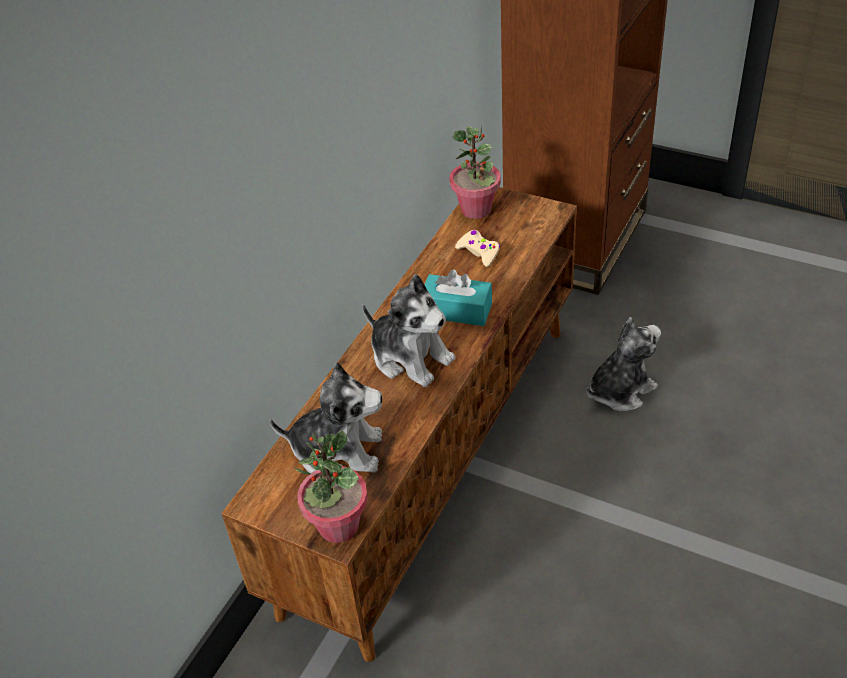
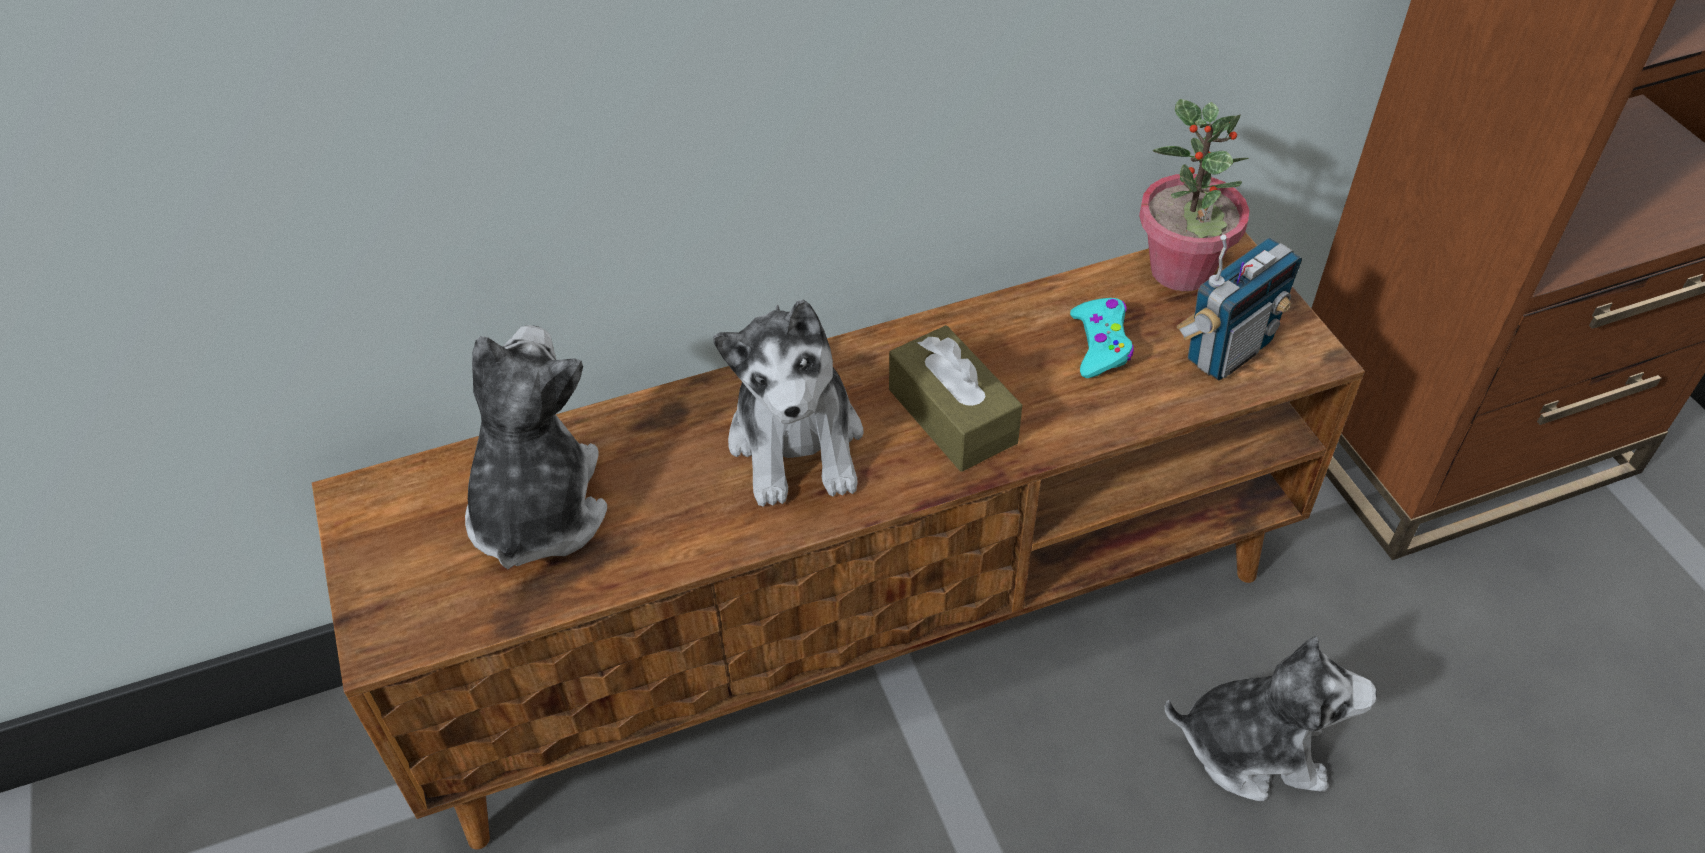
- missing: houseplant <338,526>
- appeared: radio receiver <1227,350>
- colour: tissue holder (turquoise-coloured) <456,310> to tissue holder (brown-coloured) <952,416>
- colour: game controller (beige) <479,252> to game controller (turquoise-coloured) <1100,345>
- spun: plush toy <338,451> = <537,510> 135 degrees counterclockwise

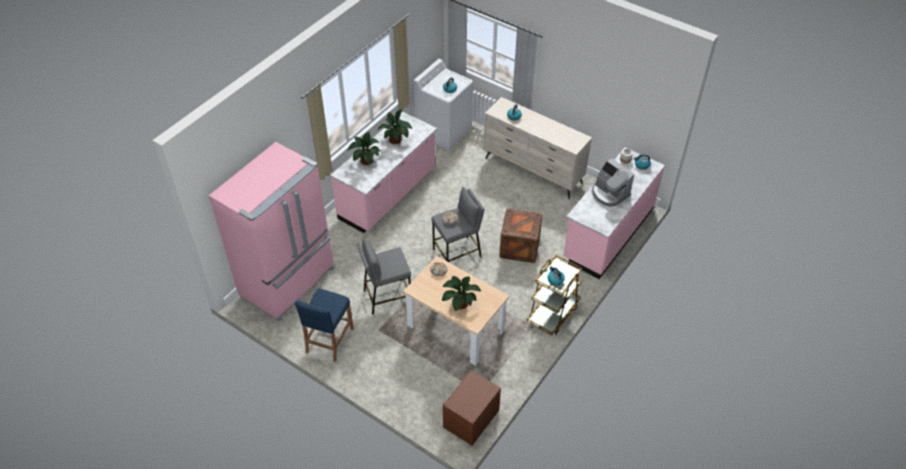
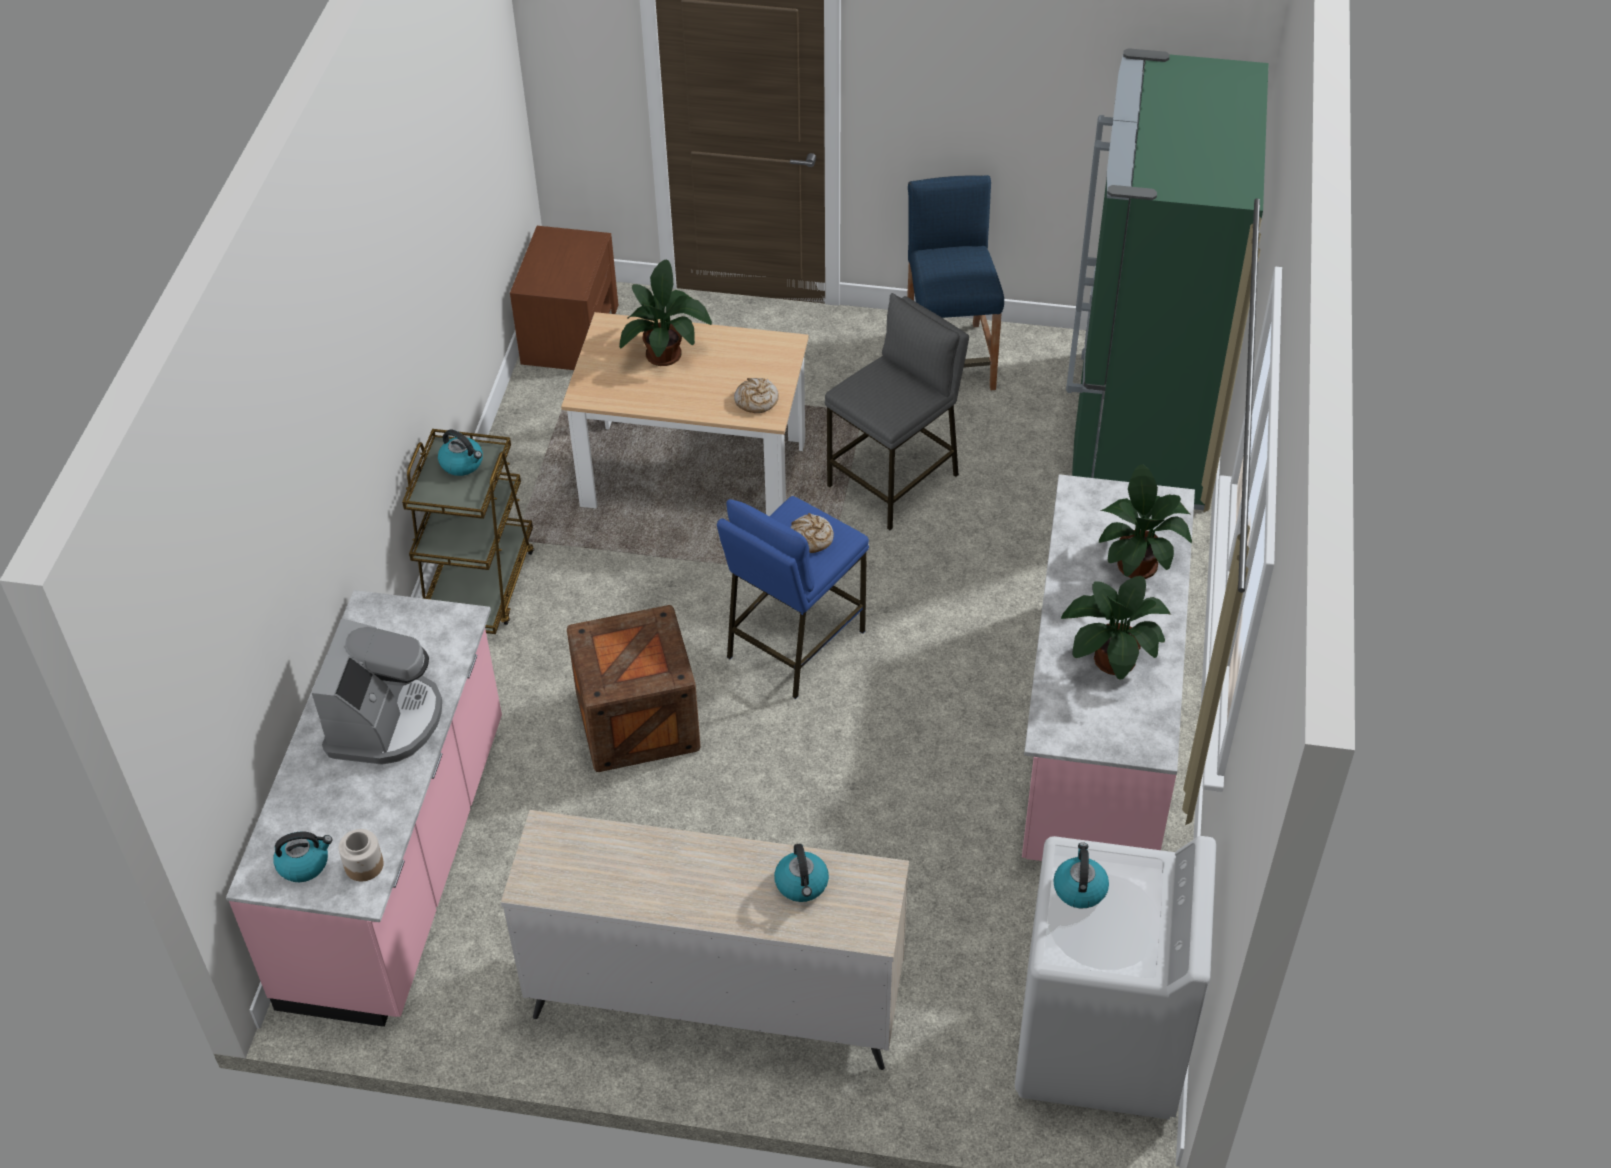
- colour: refrigerator (pink-coloured) <289,282> to refrigerator (greenish) <1137,430>
- colour: stool seat (grey) <457,253> to stool seat (blue-coloured) <794,643>
- spun: coffee machine <609,193> = <385,721> 75 degrees clockwise

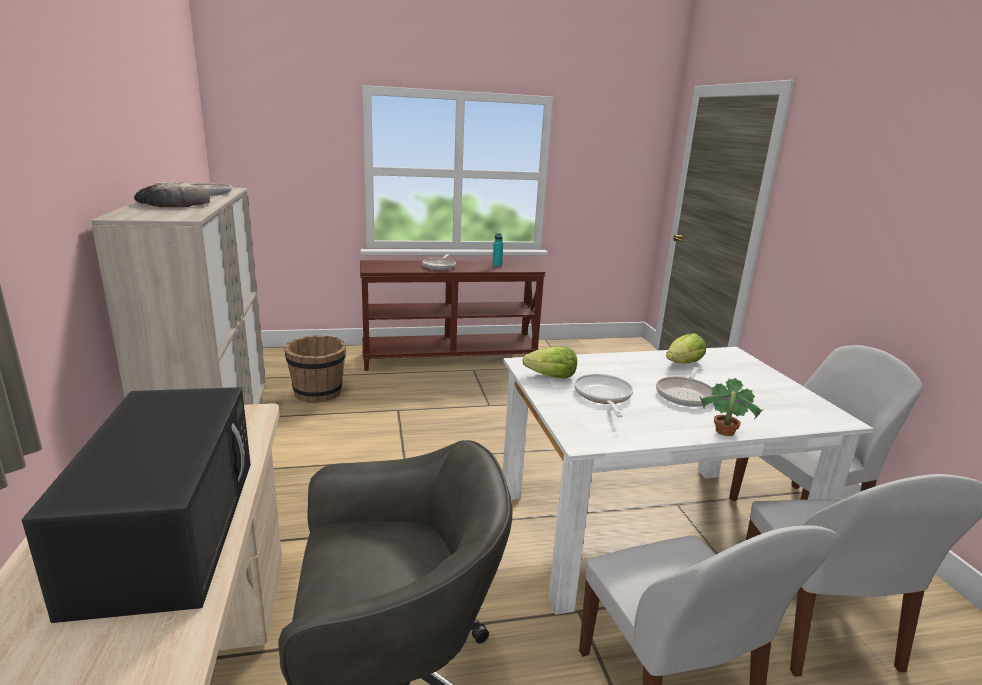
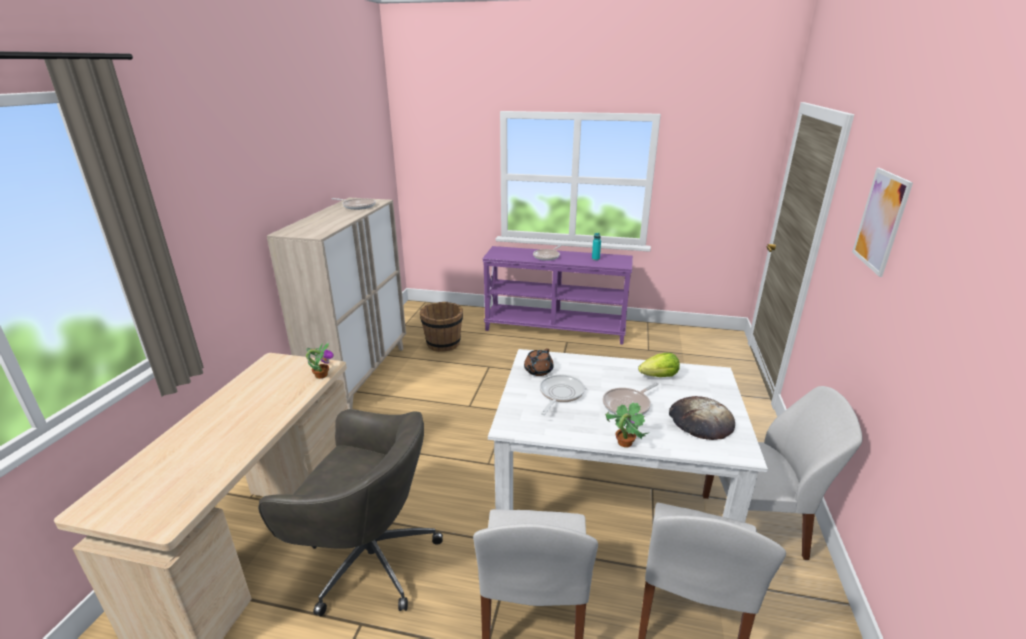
- missing: microwave oven (blackish) <169,526>
- appeared: houseplant <321,375>
- appeared: wall picture <880,221>
- relocated: baked bread <173,204> to <700,421>
- exchanged: lettuce <552,377> to tea pot (brown-coloured) <538,371>
- colour: hall table (brown-coloured) <450,358> to hall table (purplish) <555,328>

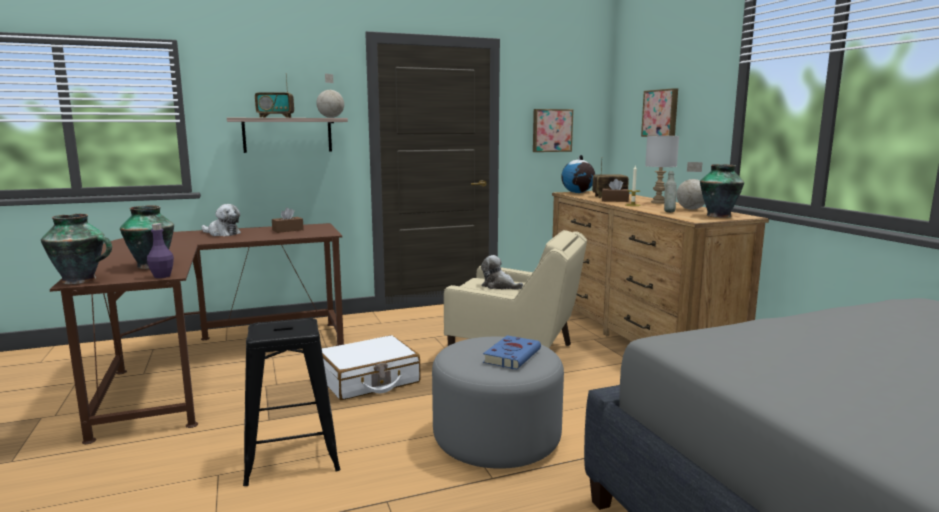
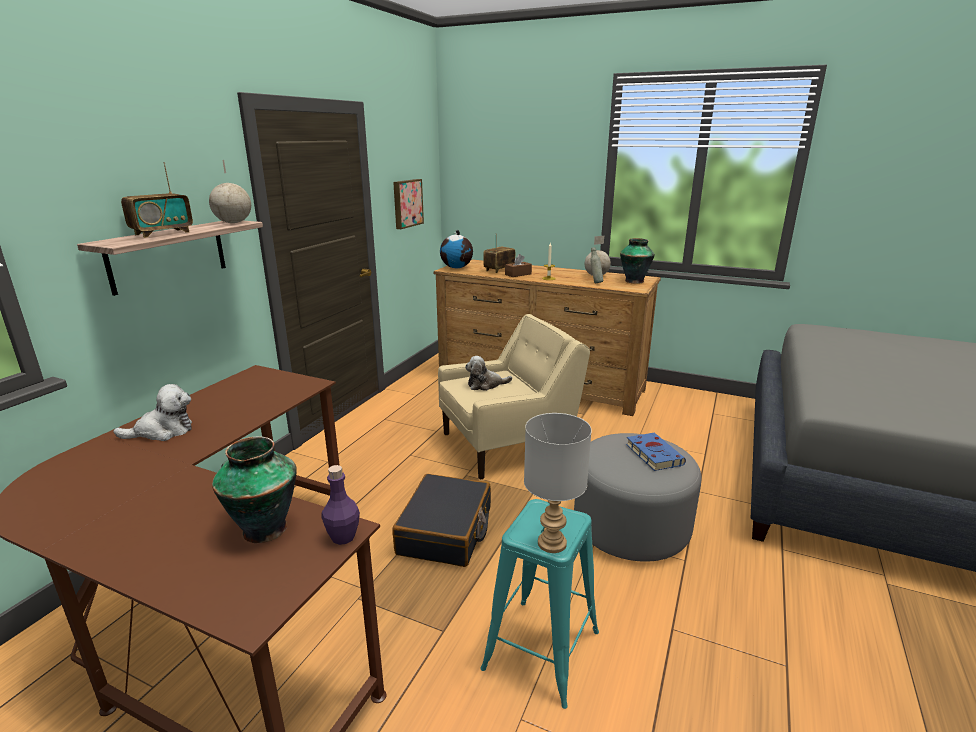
- missing: vase <81,280>
- missing: tissue holder (brown-coloured) <288,230>
- missing: wall picture <661,113>
- relocated: table lamp (grey) <658,202> to <551,542>
- colour: stool seat (blackish) <293,457> to stool seat (turquoise-coloured) <542,649>
- colour: piece of luggage (white-coloured) <369,380> to piece of luggage (blackish) <446,531>

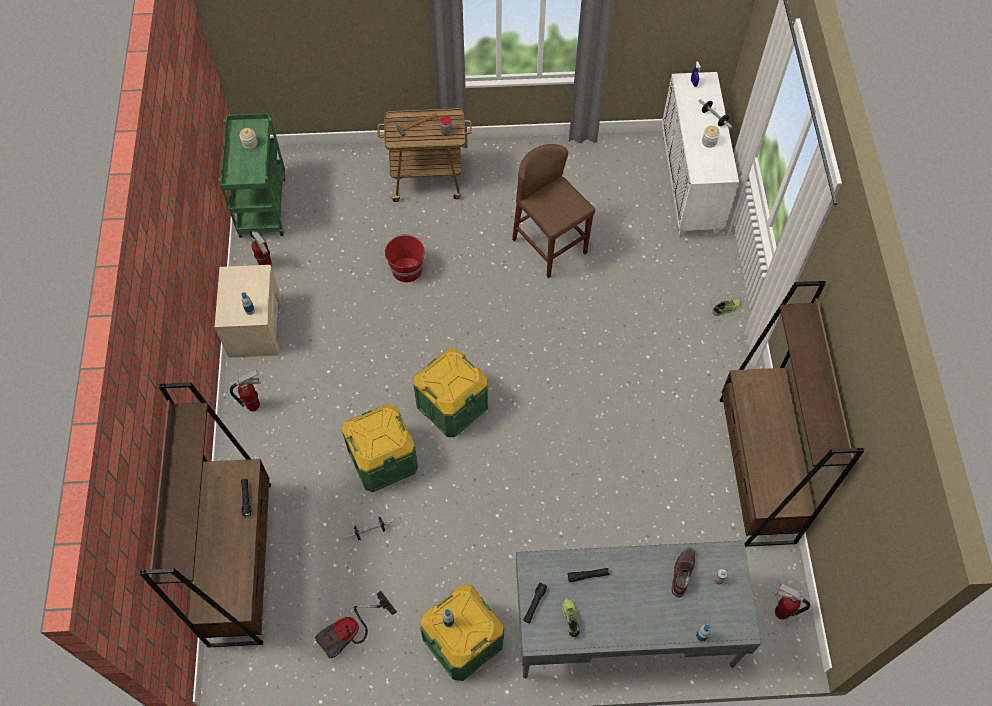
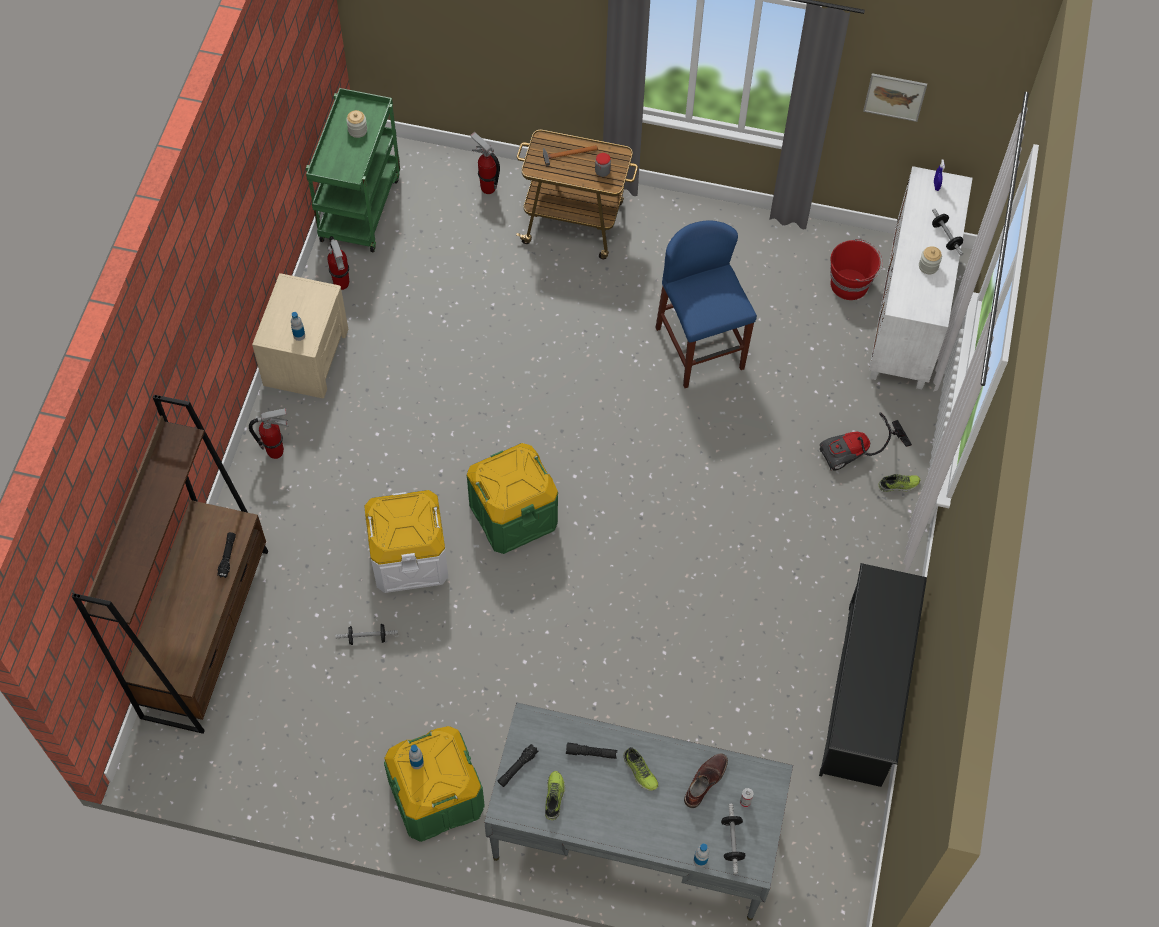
- appeared: shoe <639,771>
- appeared: free weight <732,841>
- appeared: wall picture <895,96>
- relocated: hoover <351,633> to <858,453>
- relocated: pail (red) <407,269> to <850,284>
- relocated: extinguisher <780,612> to <487,188>
- exchanged: bookshelf (brown-coloured) <756,469> to shoe shelf (blackish) <864,695>
- colour: storage box (greenish) <383,459> to storage box (white-coloured) <409,557>
- colour: stool seat (brown-coloured) <549,246> to stool seat (blue-coloured) <700,348>

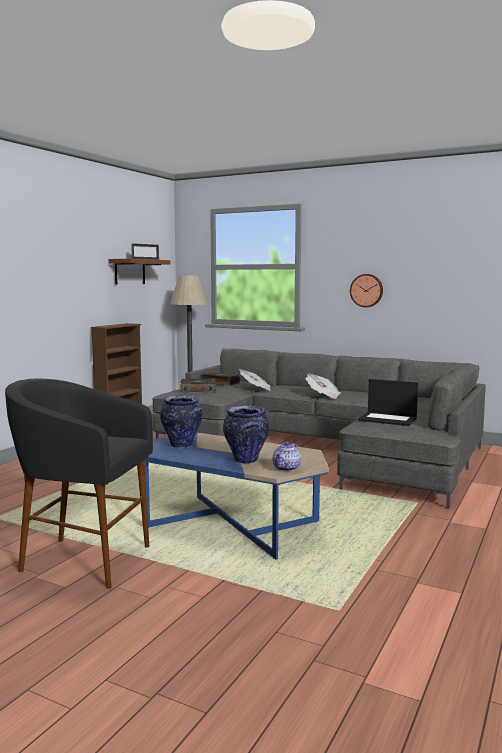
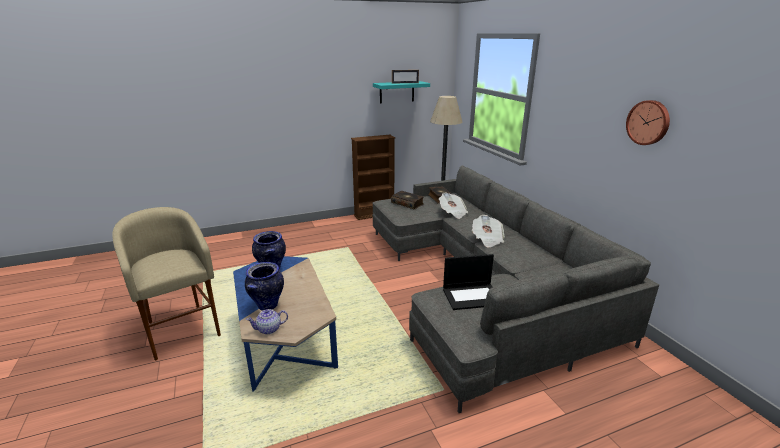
- relocated: wall clock <366,290> to <648,122>
- colour: stool seat (blackish) <84,560> to stool seat (beige) <181,329>
- colour: bracket shelf (brown-coloured) <130,272> to bracket shelf (turquoise-coloured) <397,92>
- spun: notebook computer <388,419> = <472,296> 75 degrees counterclockwise

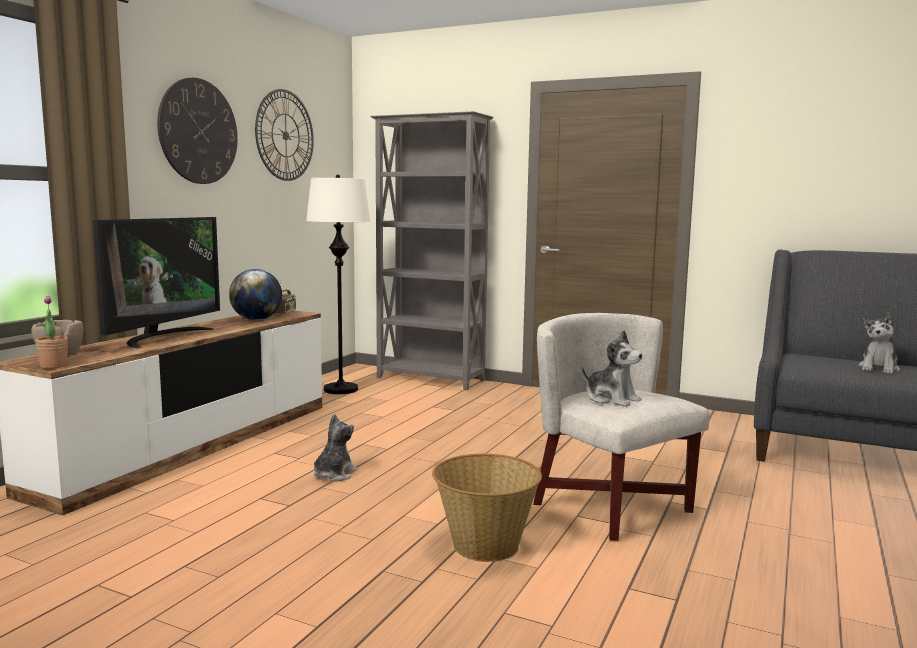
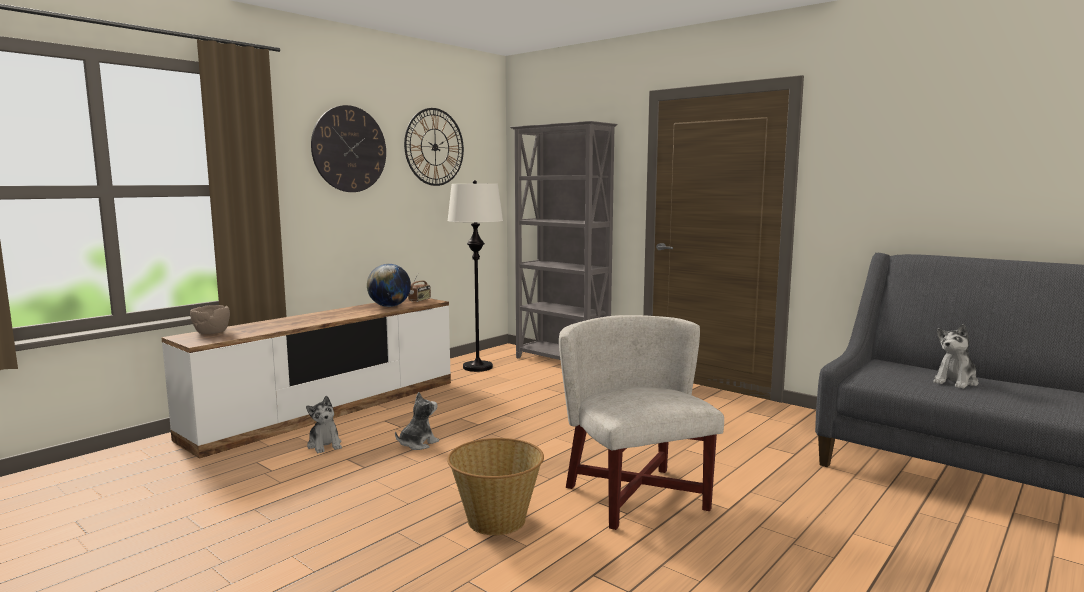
- missing: houseplant <54,366>
- missing: TV set <161,337>
- relocated: plush toy <611,399> to <325,445>

